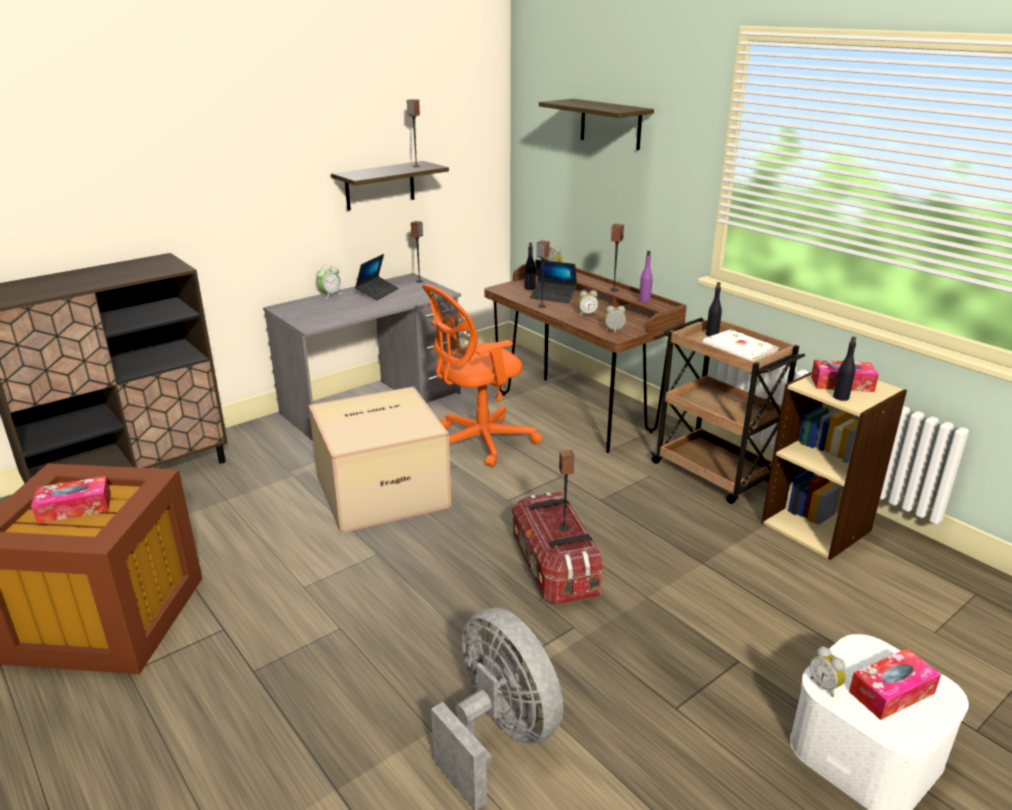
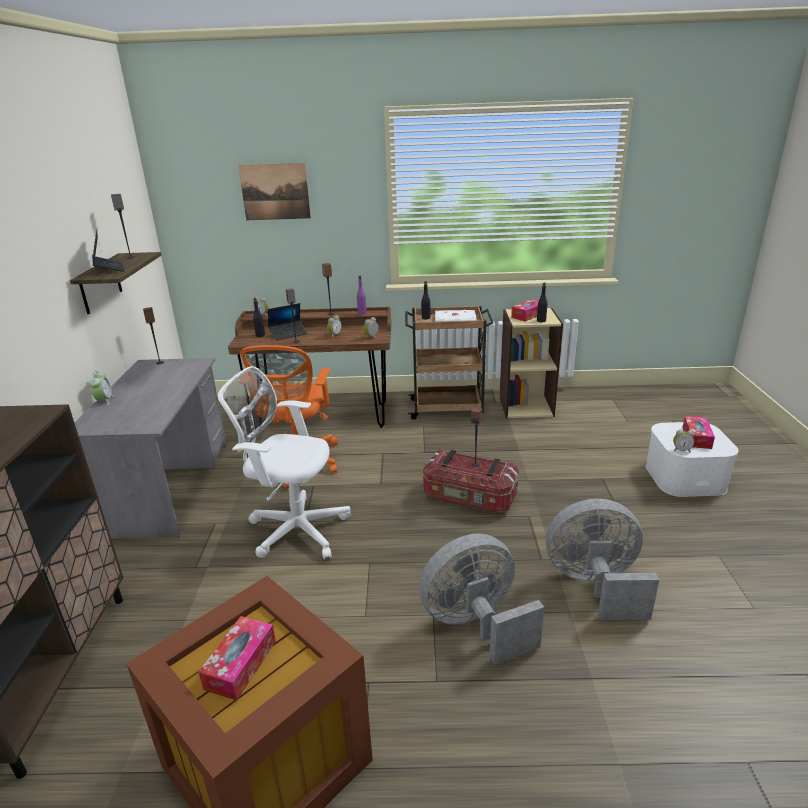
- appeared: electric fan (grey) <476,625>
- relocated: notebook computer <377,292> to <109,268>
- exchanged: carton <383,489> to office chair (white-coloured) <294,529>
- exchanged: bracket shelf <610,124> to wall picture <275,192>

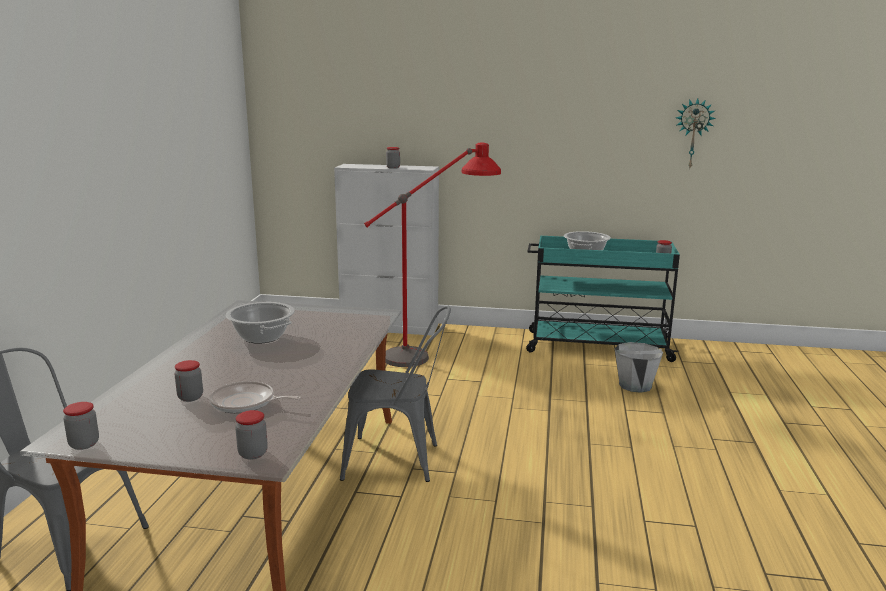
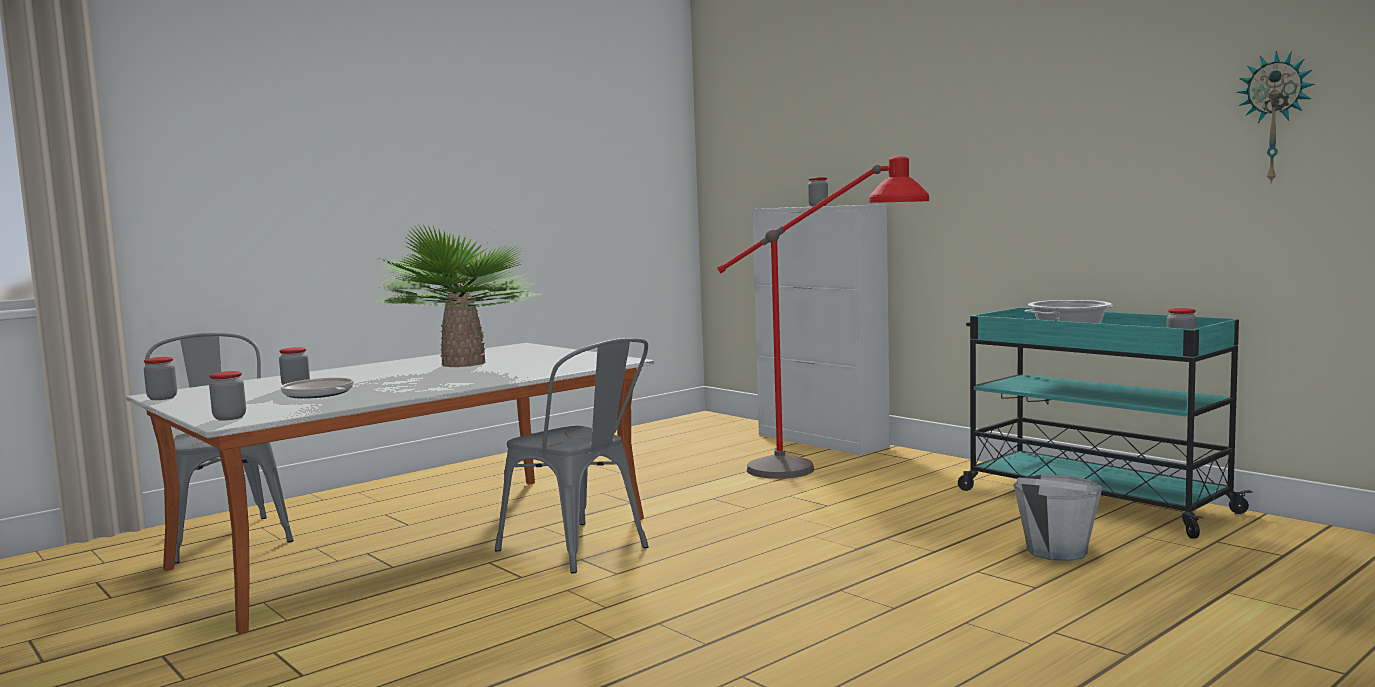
- exchanged: cooking pot <262,337> to houseplant <464,363>

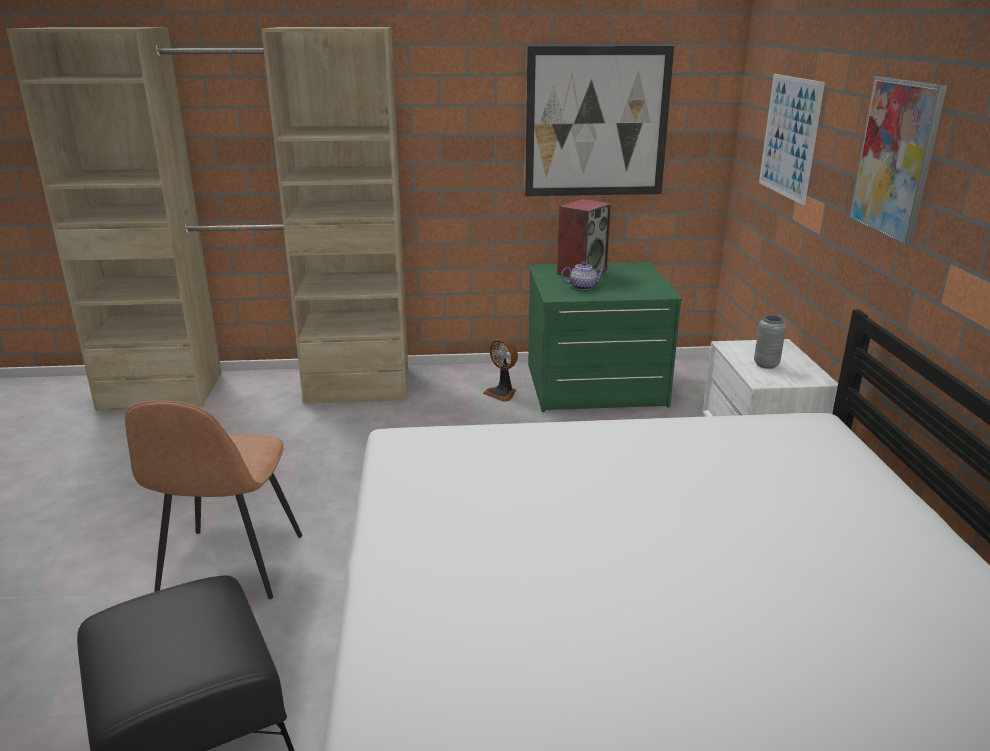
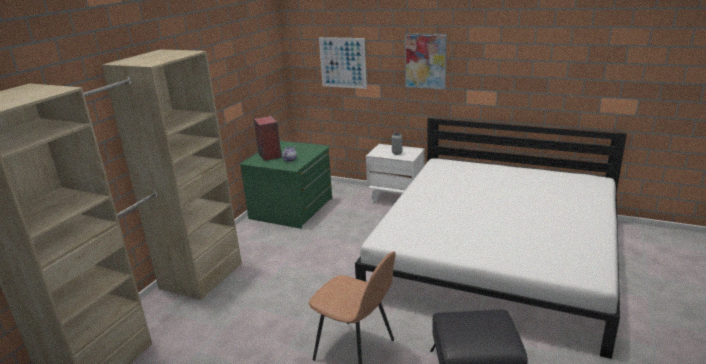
- missing: electric fan <502,393>
- missing: wall picture <597,123>

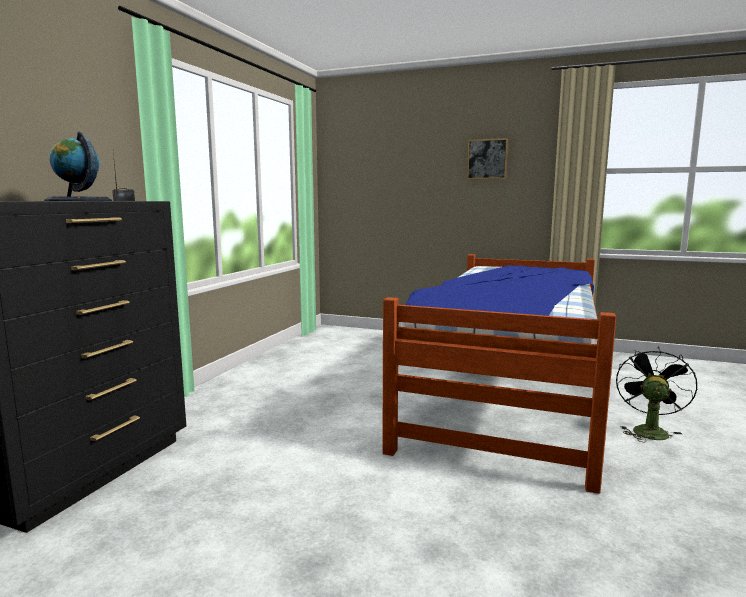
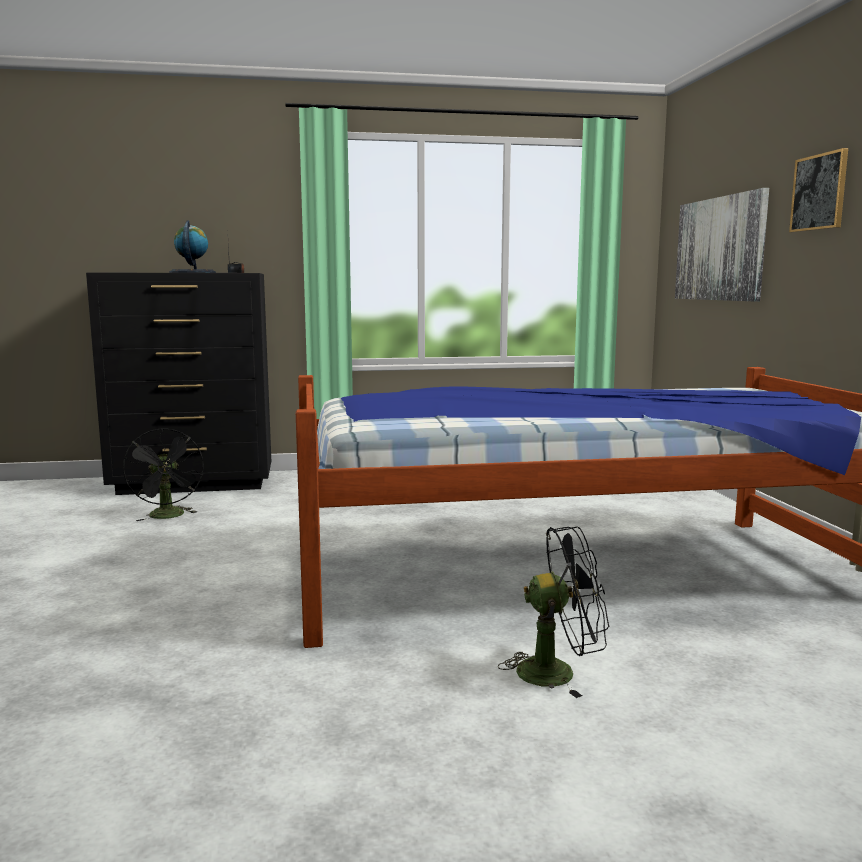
- appeared: electric fan (blackish) <169,516>
- appeared: wall picture <719,249>

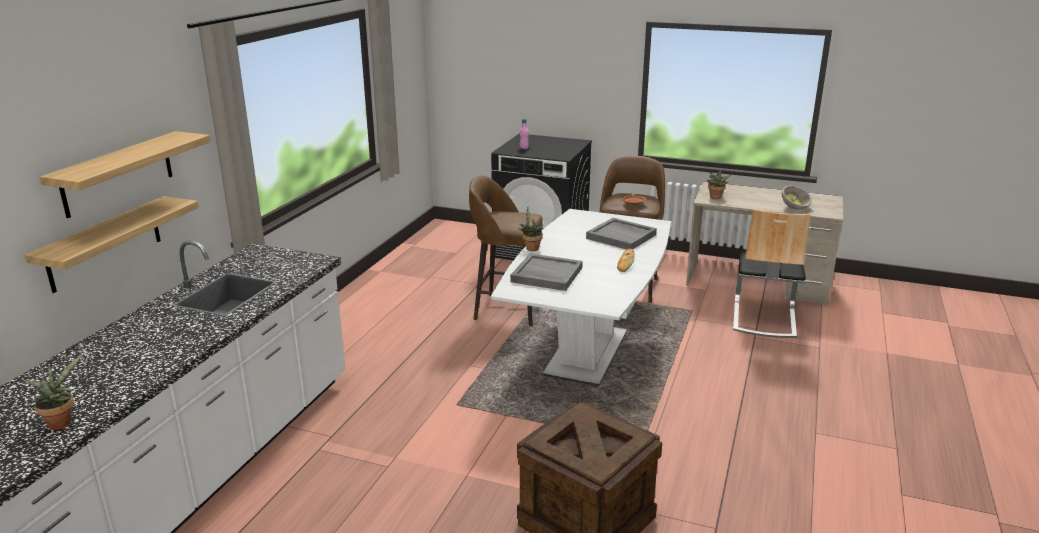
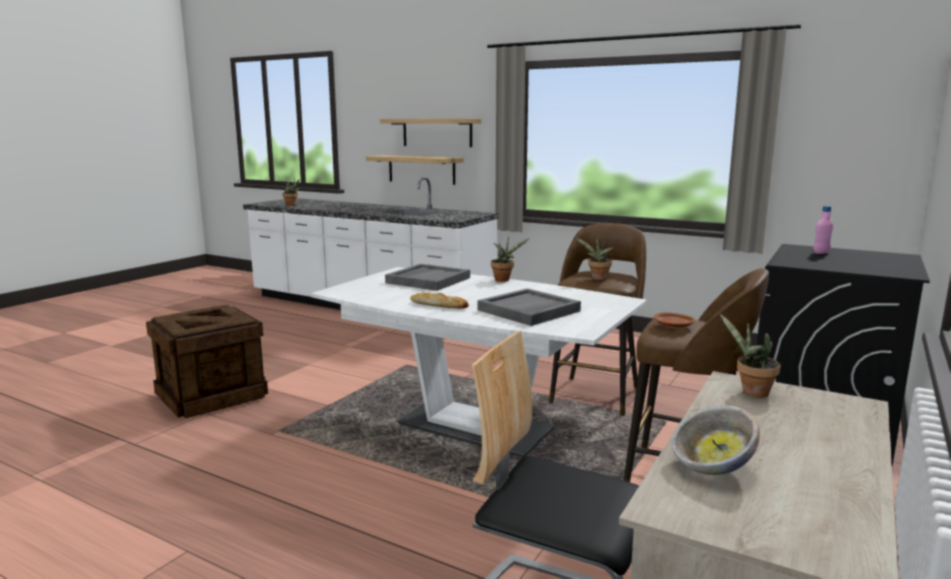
- appeared: houseplant <597,279>

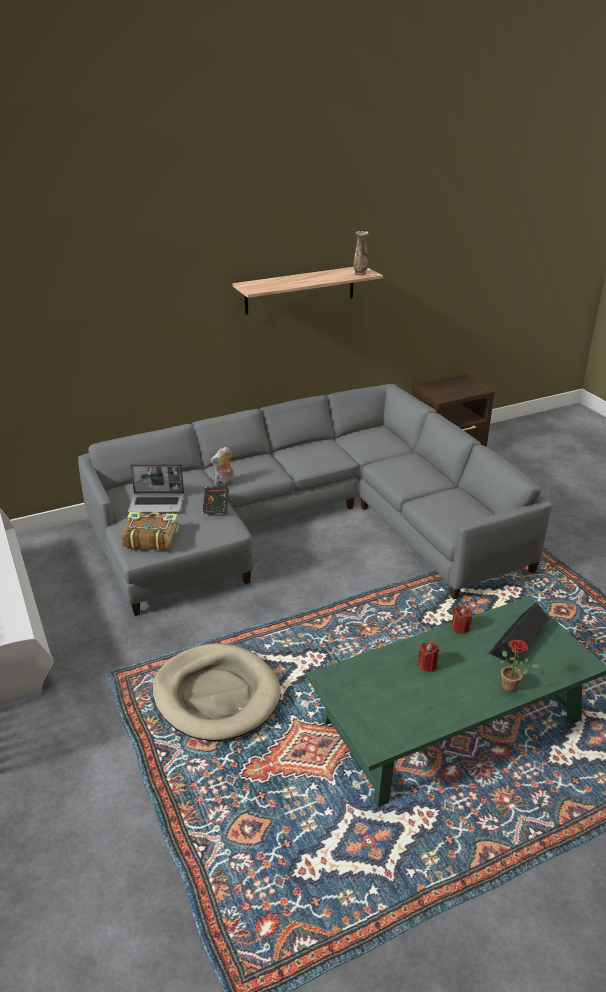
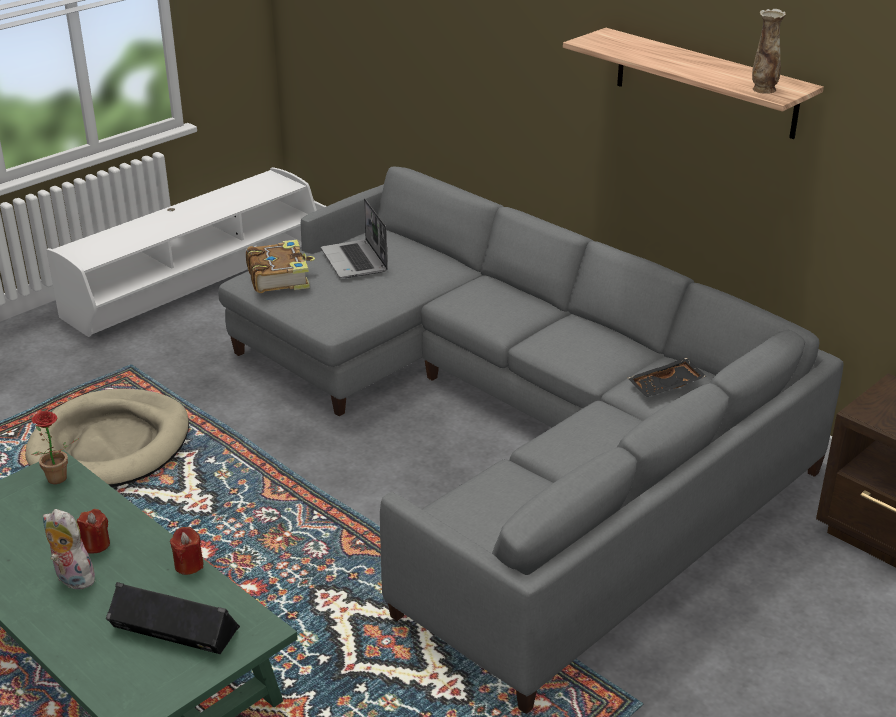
- relocated: carrying tray (blackish) <217,505> to <666,386>
- relocated: plush toy <224,485> to <71,579>
- relocated: houseplant <512,687> to <57,481>

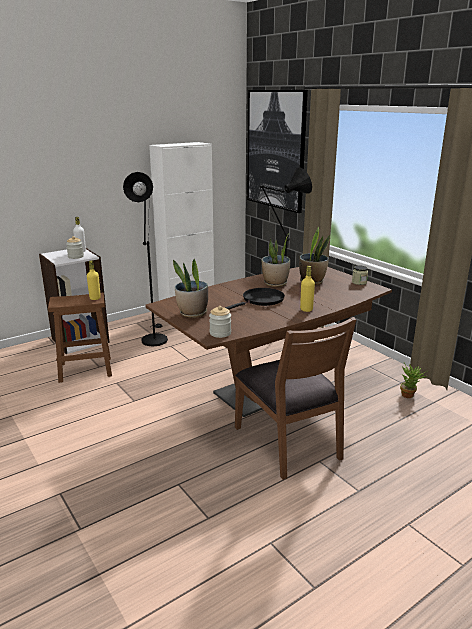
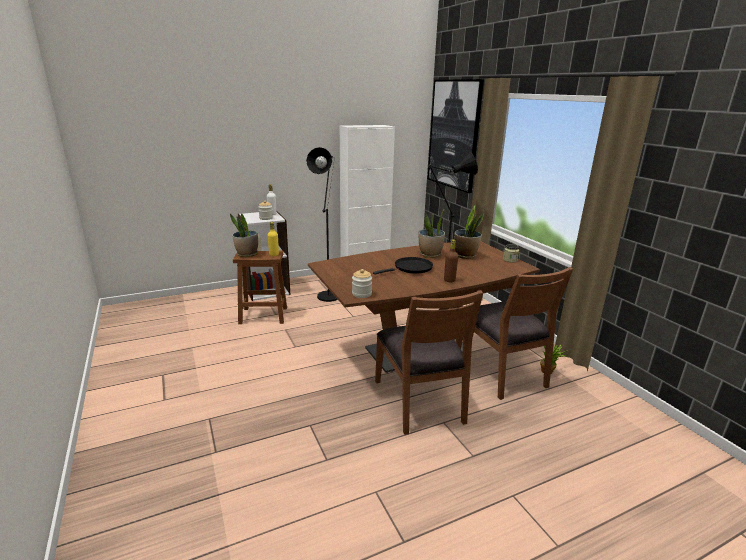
- appeared: plain chair (brown-coloured) <501,371>
- relocated: houseplant <192,313> to <247,254>
- colour: drink bottle (yellow) <306,309> to drink bottle (brown-coloured) <449,280>

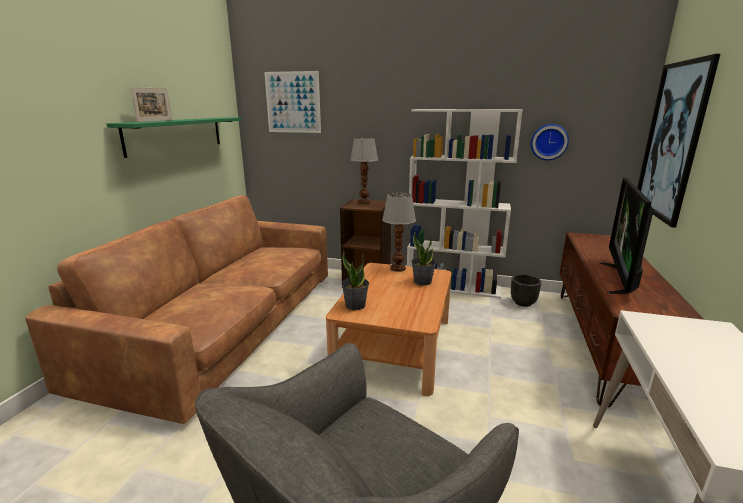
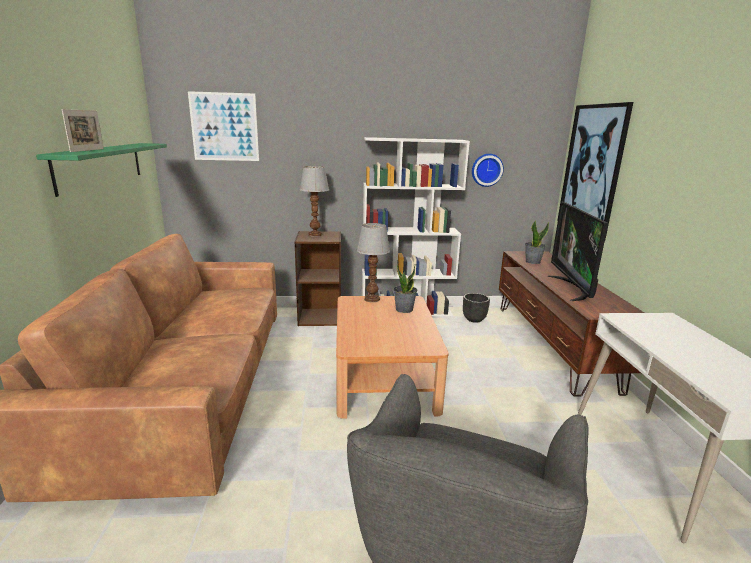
- relocated: houseplant <355,305> to <532,261>

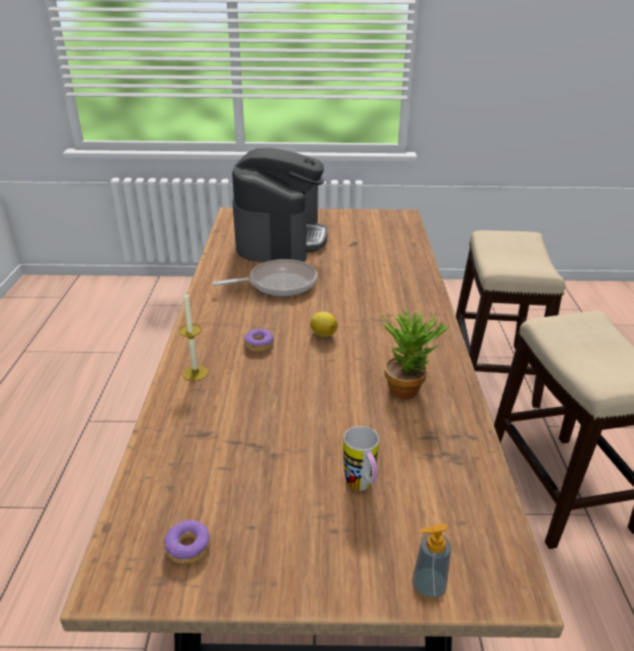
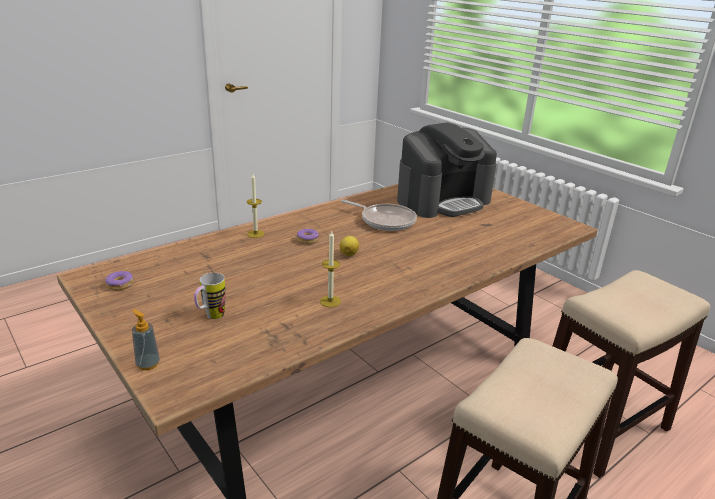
- exchanged: houseplant <407,387> to wax candle <330,301>

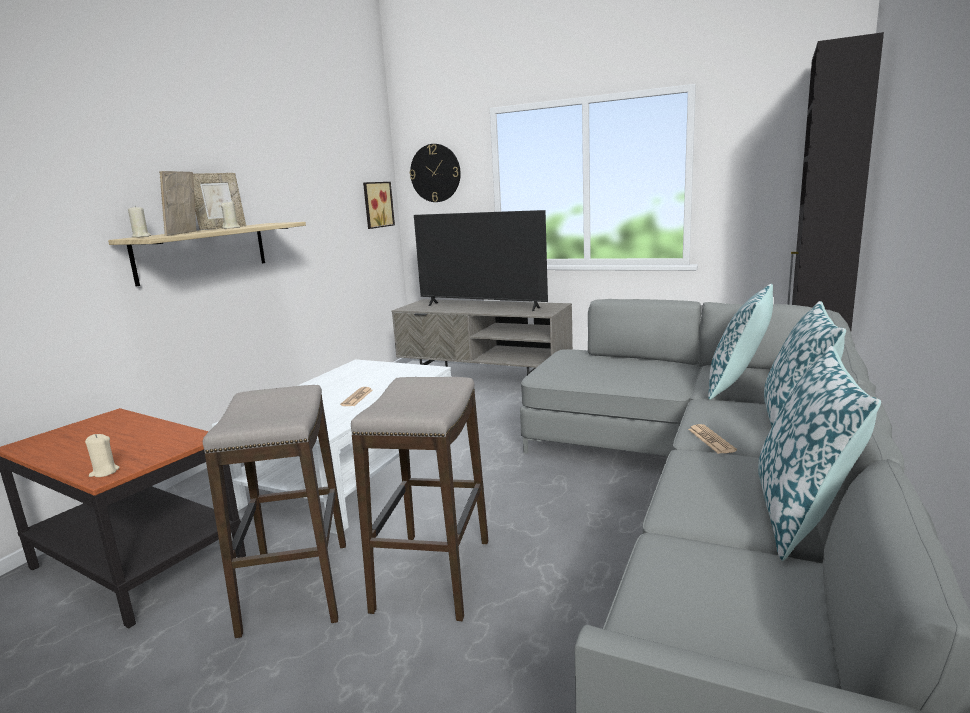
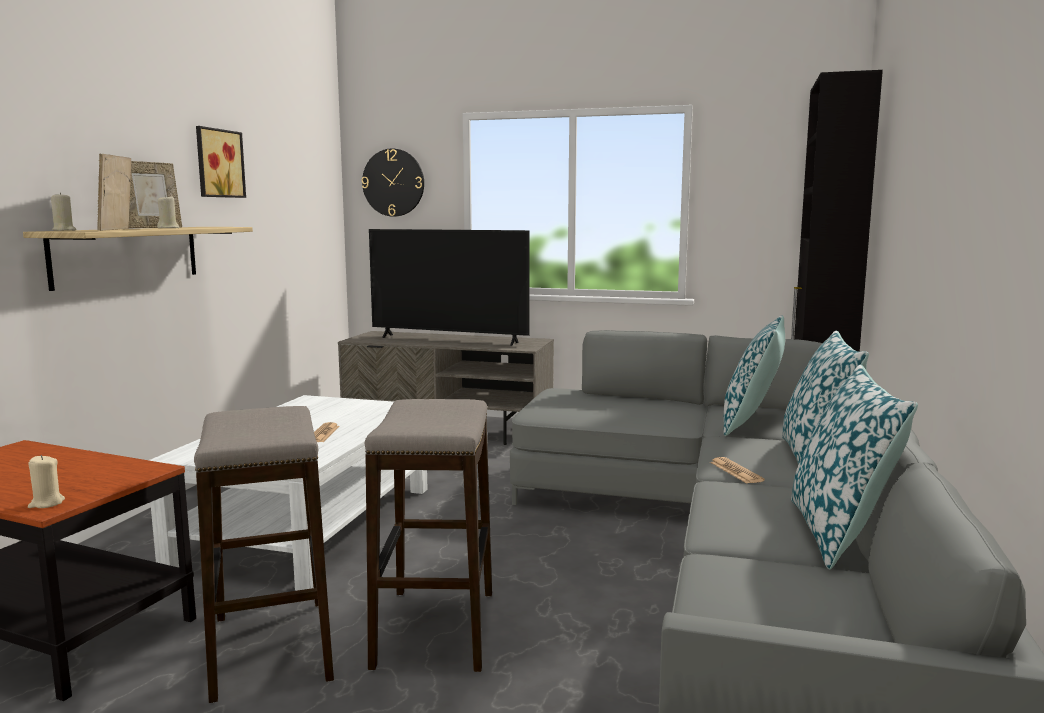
- relocated: wall picture <376,204> to <217,163>

